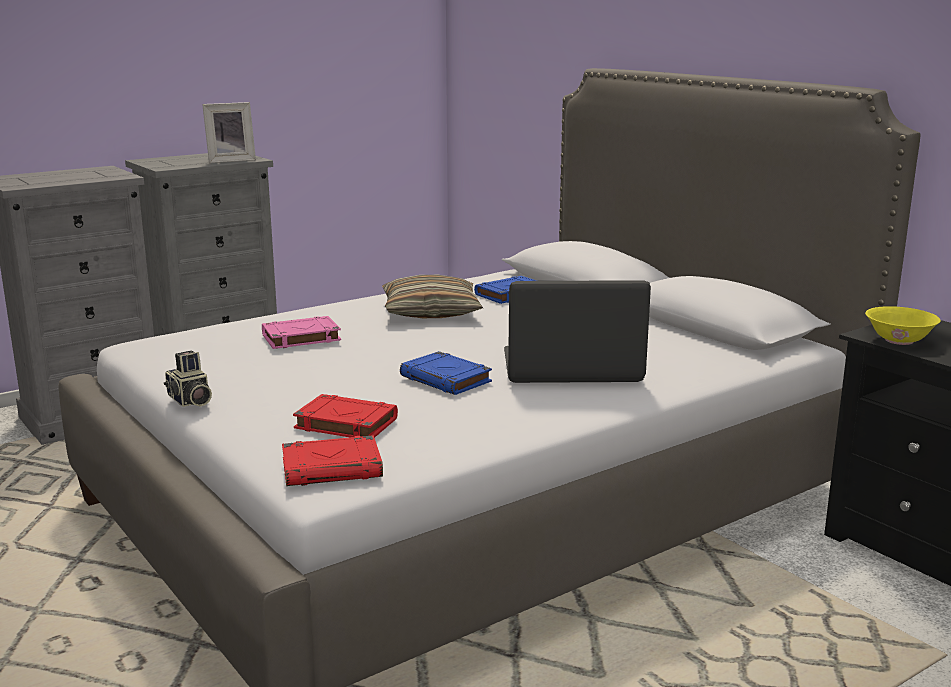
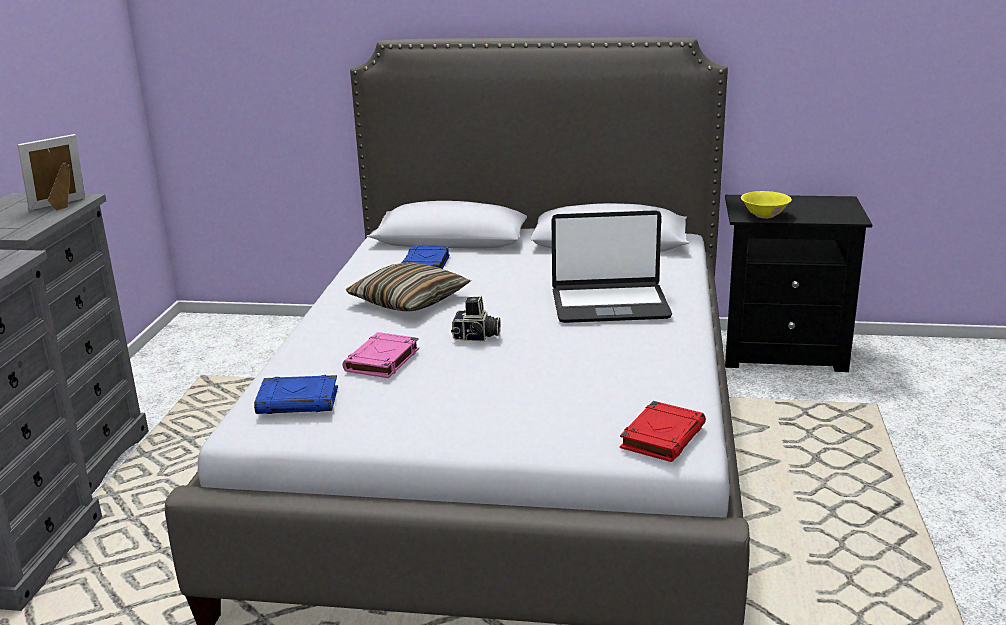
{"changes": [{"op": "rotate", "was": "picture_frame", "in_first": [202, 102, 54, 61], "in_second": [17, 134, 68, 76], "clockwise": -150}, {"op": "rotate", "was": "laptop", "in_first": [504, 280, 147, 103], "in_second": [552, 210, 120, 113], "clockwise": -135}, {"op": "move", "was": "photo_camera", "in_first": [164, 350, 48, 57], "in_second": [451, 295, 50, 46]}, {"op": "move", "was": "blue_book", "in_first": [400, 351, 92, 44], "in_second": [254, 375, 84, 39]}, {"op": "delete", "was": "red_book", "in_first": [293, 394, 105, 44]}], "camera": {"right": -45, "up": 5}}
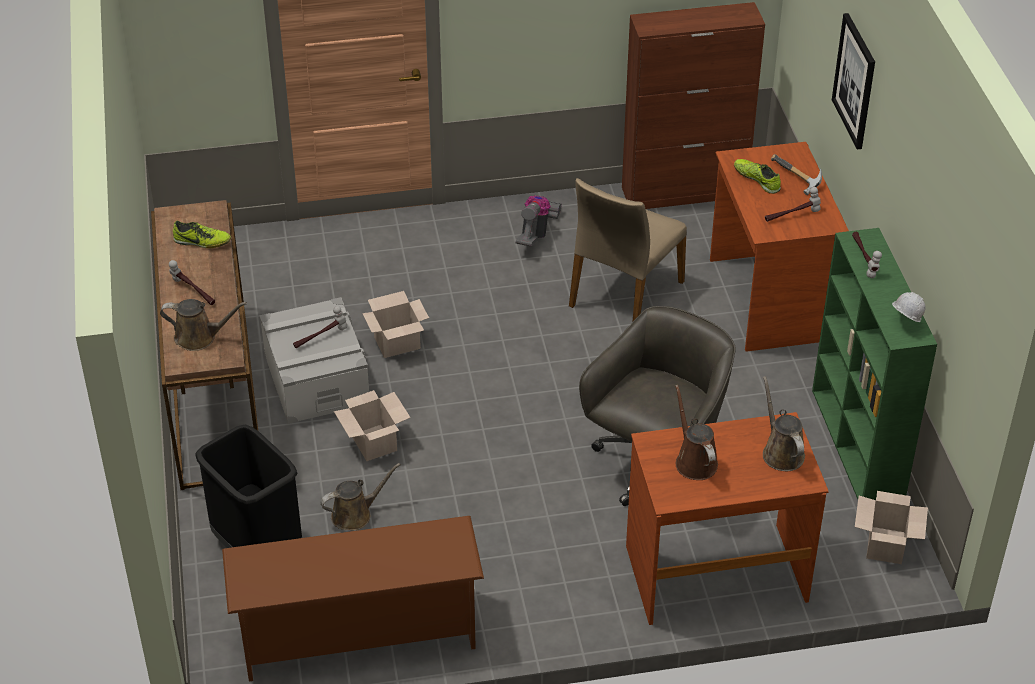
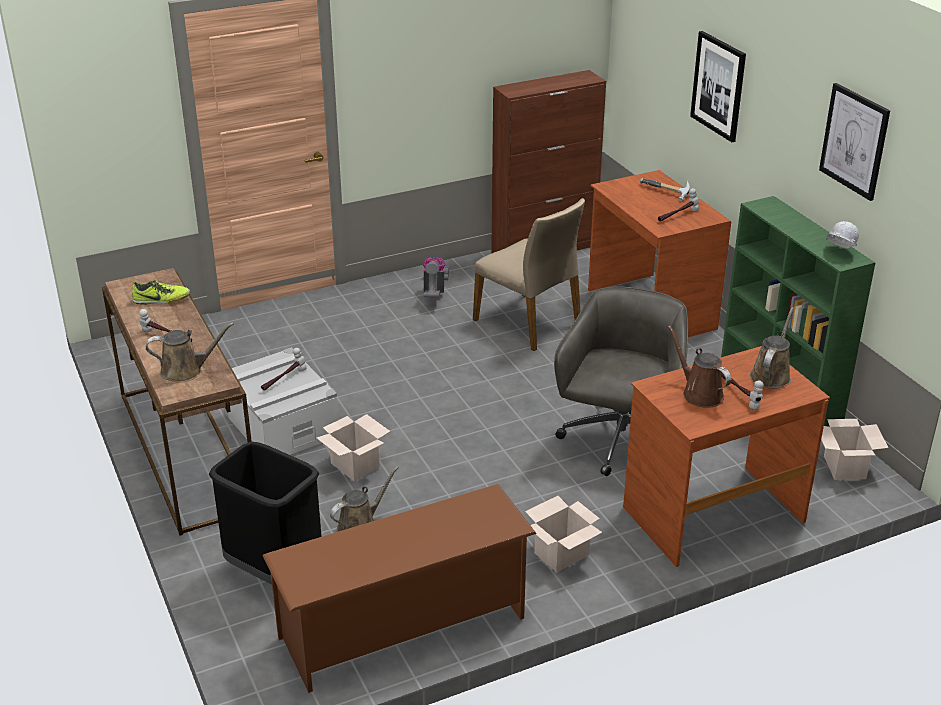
{"changes": [{"op": "delete", "was": "shoe", "in_first": [734, 159, 47, 35]}, {"op": "rotate", "was": "beige_chair", "in_first": [569, 178, 118, 143], "in_second": [473, 198, 112, 153], "clockwise": -60}, {"op": "move", "was": "hammer", "in_first": [852, 232, 30, 46], "in_second": [721, 373, 43, 37]}, {"op": "move", "was": "cardboard_box", "in_first": [362, 291, 67, 67], "in_second": [525, 496, 78, 76]}, {"op": "rotate", "was": "brown_watering_can", "in_first": [763, 376, 42, 95], "in_second": [750, 307, 44, 82], "clockwise": 60}, {"op": "insert", "now": "picture", "in_second": [819, 83, 71, 118]}], "camera": {"right": -15, "up": -10}}
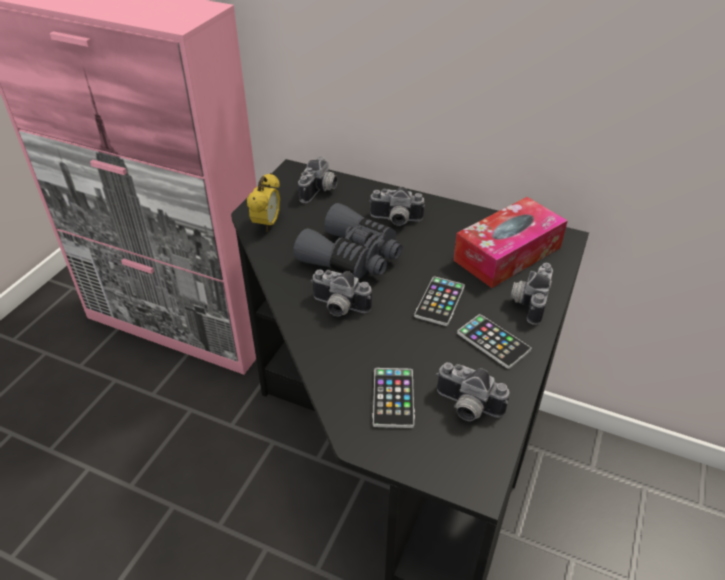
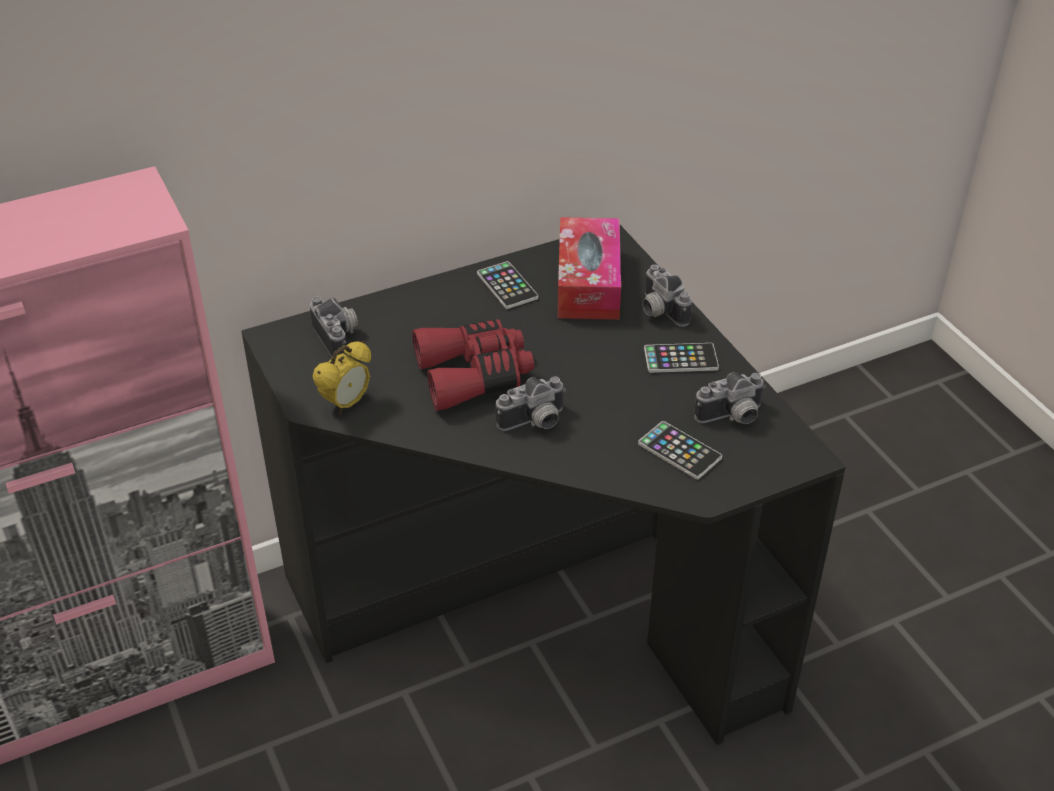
{"changes": [{"op": "rotate", "was": "alarm_clock", "in_first": [247, 173, 33, 59], "in_second": [312, 341, 59, 73], "clockwise": 75}, {"op": "delete", "was": "photo_camera", "in_first": [369, 187, 56, 39]}, {"op": "recolor", "was": "grey_binoculars", "now": "red_binoculars", "in_first": [293, 203, 109, 76], "in_second": [412, 319, 122, 92]}, {"op": "move", "was": "phone", "in_first": [414, 276, 51, 50], "in_second": [477, 261, 61, 48]}], "camera": {"right": -50, "up": 0}}
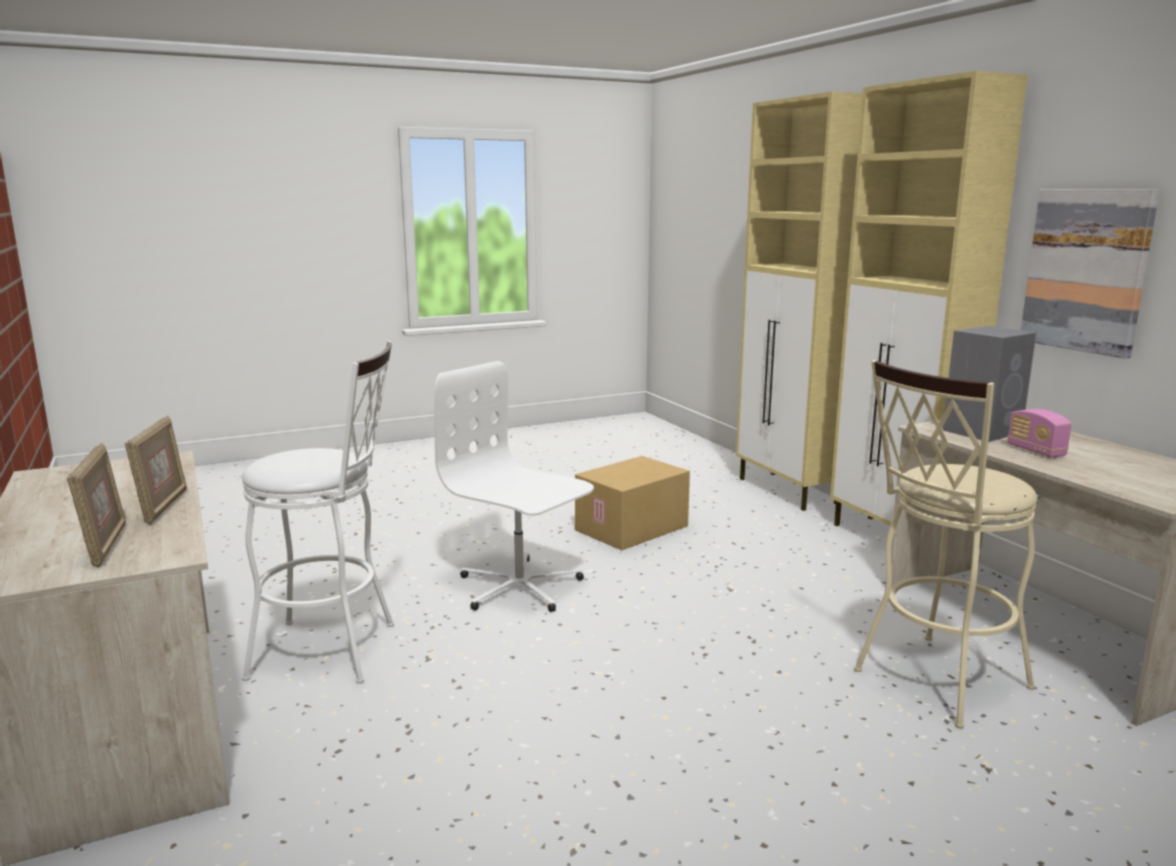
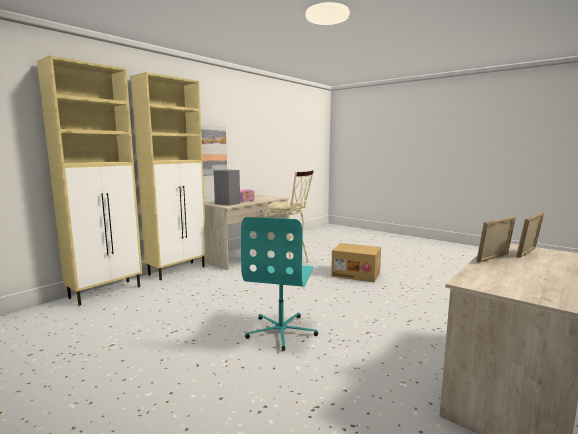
{"changes": [{"op": "delete", "was": "white_stool", "in_first": [242, 341, 152, 343]}, {"op": "recolor", "was": "white_office_chair", "now": "turquoise_office_chair", "in_first": [434, 361, 160, 251], "in_second": [241, 217, 77, 134]}, {"op": "move", "was": "cardboard_box", "in_first": [575, 456, 115, 94], "in_second": [331, 243, 50, 39]}], "camera": {"right": -115, "up": -5}}
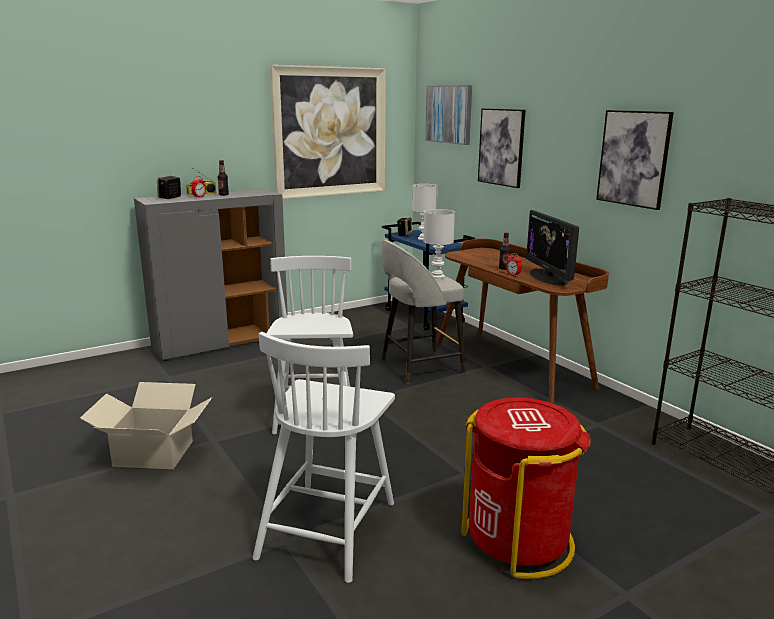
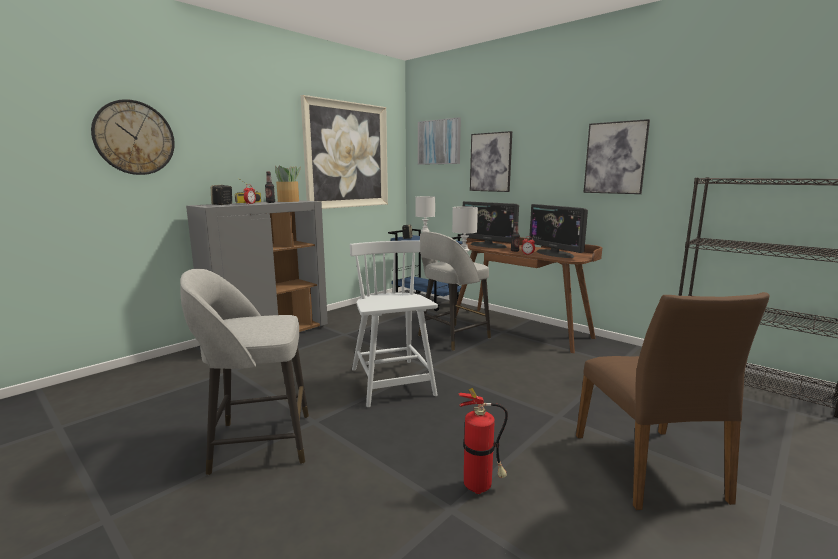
{"changes": [{"op": "replace", "was": "white_chair", "now": "fire_extinguisher", "in_first": [253, 332, 142, 251], "in_second": [458, 388, 50, 106]}, {"op": "replace", "was": "cardboard_box", "now": "grey_stool", "in_first": [80, 382, 132, 87], "in_second": [180, 269, 129, 206]}, {"op": "replace", "was": "red_trash_can", "now": "brown_chair", "in_first": [461, 397, 130, 182], "in_second": [576, 292, 194, 218]}, {"op": "insert", "now": "wall_clock", "in_second": [91, 99, 84, 76]}, {"op": "insert", "now": "potted_plant", "in_second": [275, 166, 26, 36]}, {"op": "insert", "now": "monitor", "in_second": [462, 201, 57, 47]}], "camera": {"right": -15, "up": -5}}
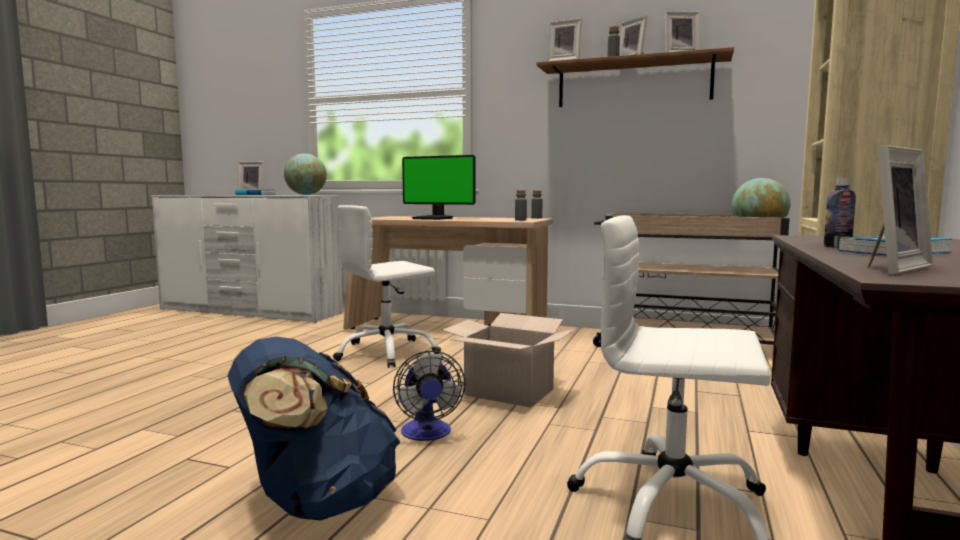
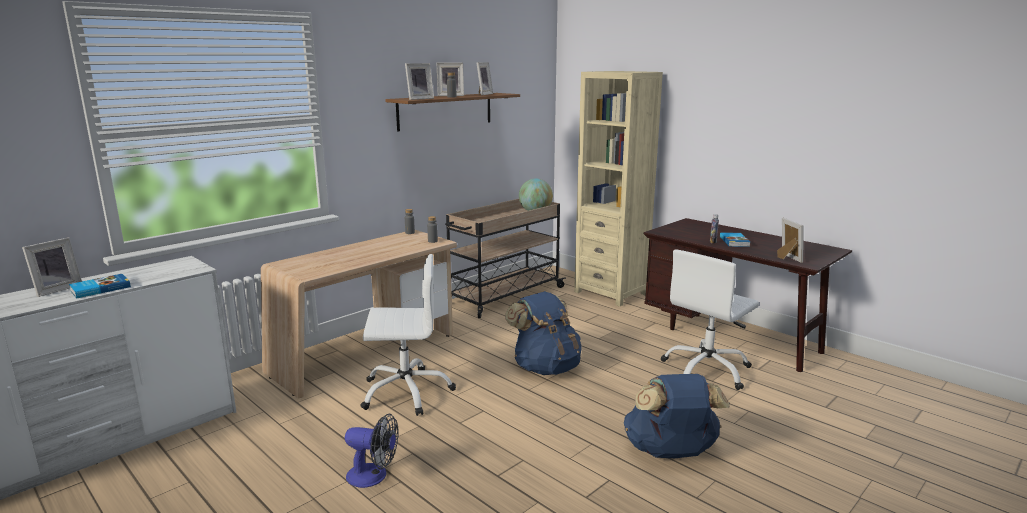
{"changes": [{"op": "delete", "was": "globe", "in_first": [284, 153, 43, 42]}, {"op": "delete", "was": "monitor", "in_first": [402, 155, 73, 65]}, {"op": "rotate", "was": "white_office_chair", "in_first": [333, 205, 108, 163], "in_second": [360, 254, 96, 162], "clockwise": -90}, {"op": "replace", "was": "cardboard_box", "now": "blue_backpack", "in_first": [443, 313, 135, 94], "in_second": [505, 291, 77, 84]}, {"op": "move", "was": "fan", "in_first": [393, 351, 72, 90], "in_second": [345, 413, 54, 75]}], "camera": {"right": -65, "up": 10}}
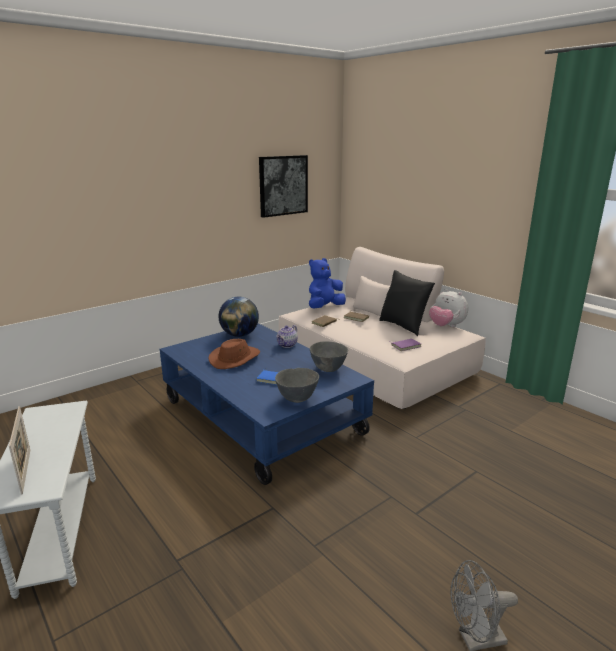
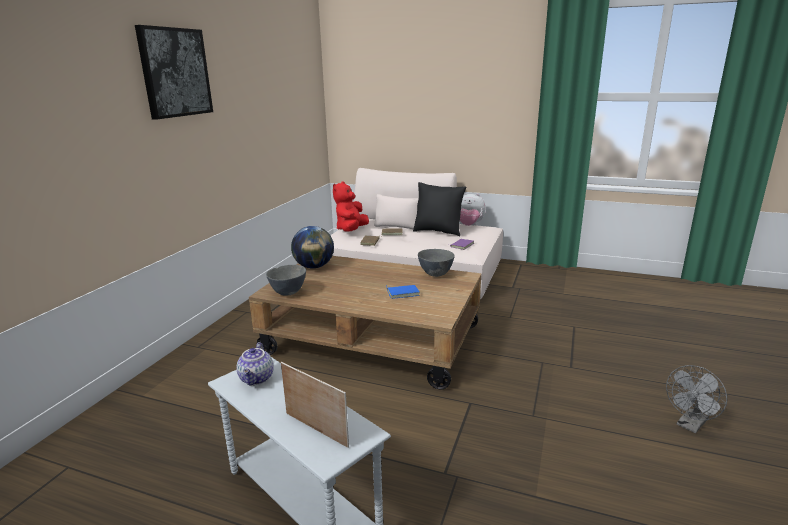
{"changes": [{"op": "move", "was": "picture", "in_first": [259, 155, 49, 63], "in_second": [135, 25, 78, 95]}, {"op": "recolor", "was": "blue_plush_toy", "now": "red_plush_toy", "in_first": [309, 258, 37, 51], "in_second": [333, 181, 36, 51]}, {"op": "recolor", "was": "blue_coffee_table", "now": "brown_coffee_table", "in_first": [159, 323, 215, 162], "in_second": [249, 256, 233, 134]}, {"op": "move", "was": "teapot", "in_first": [276, 325, 22, 23], "in_second": [236, 342, 38, 44]}, {"op": "delete", "was": "brown_hat", "in_first": [208, 339, 52, 30]}, {"op": "move", "was": "grey_bowl", "in_first": [275, 368, 44, 35], "in_second": [266, 265, 40, 31]}], "camera": {"right": -30, "up": 0}}
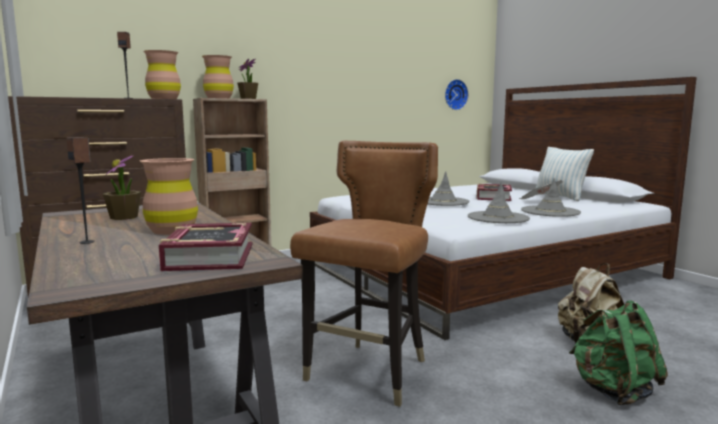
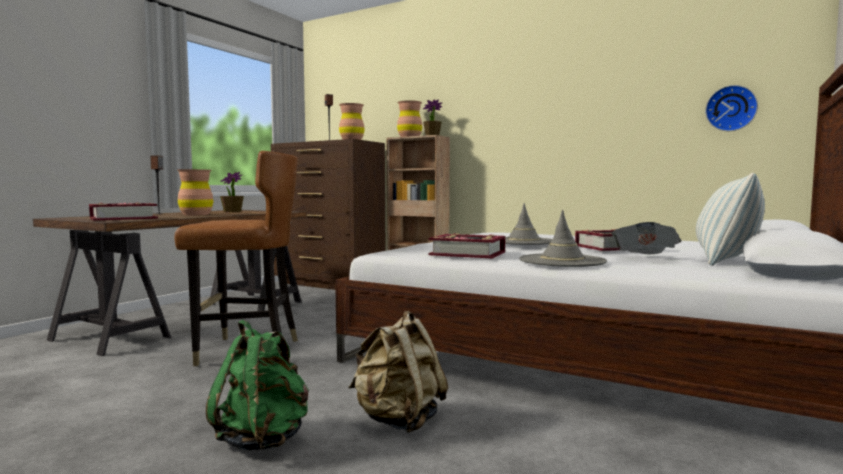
{"changes": [{"op": "replace", "was": "grey_hat", "now": "book", "in_first": [468, 181, 62, 42], "in_second": [428, 233, 77, 26]}], "camera": {"right": 60, "up": -5}}
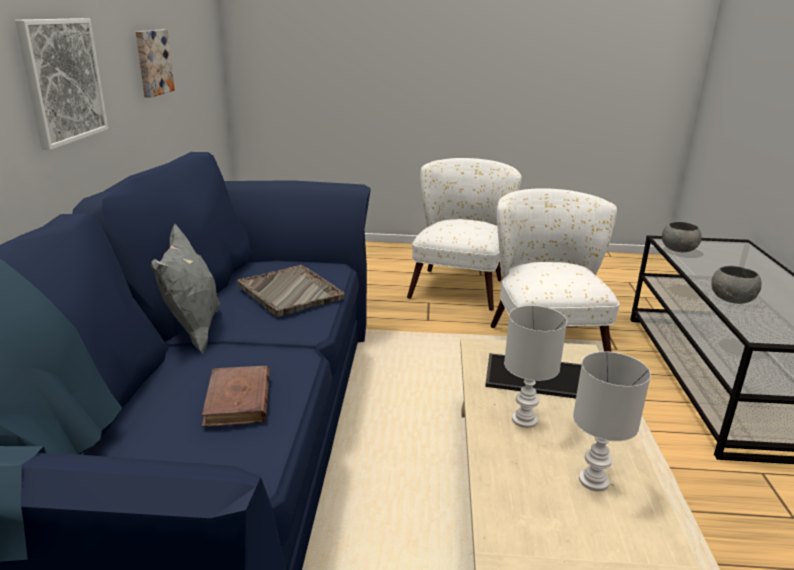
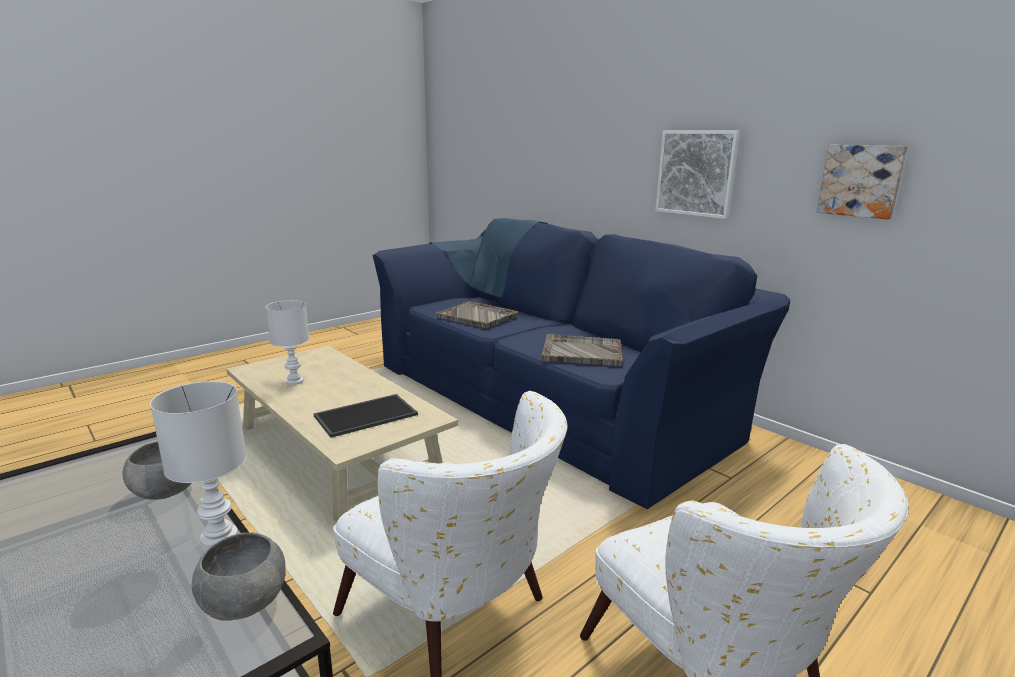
{"changes": [{"op": "delete", "was": "grey_pillow", "in_first": [151, 224, 70, 129]}, {"op": "move", "was": "white_table_lamp", "in_first": [504, 305, 63, 123], "in_second": [150, 381, 97, 167]}, {"op": "replace", "was": "brown_book", "now": "grey_tray", "in_first": [202, 366, 68, 61], "in_second": [435, 301, 83, 28]}], "camera": {"right": 135, "up": -5}}
